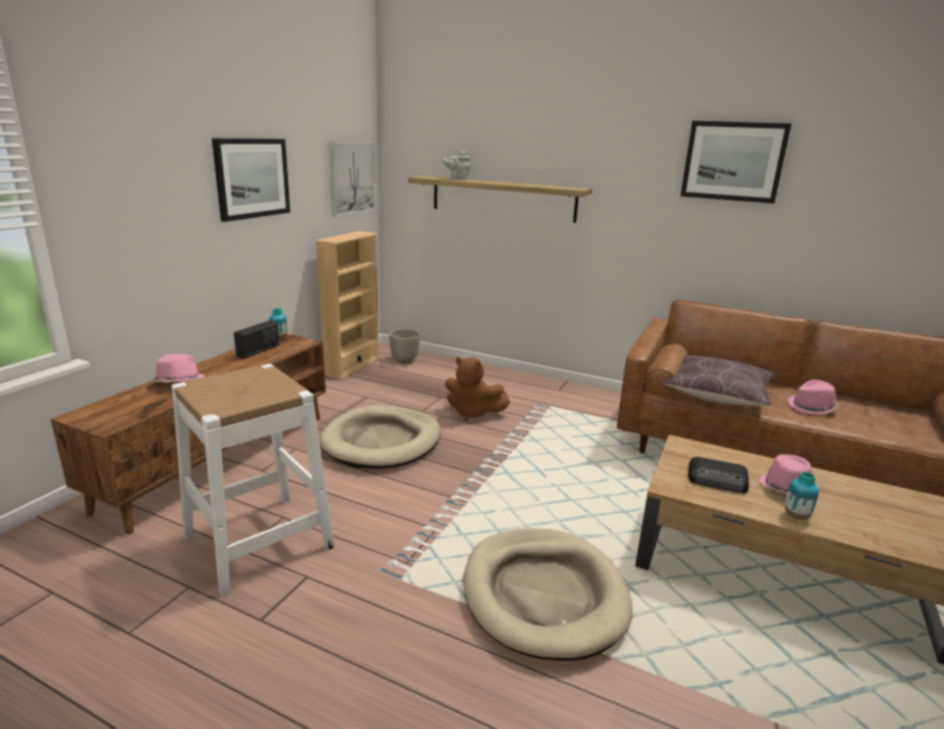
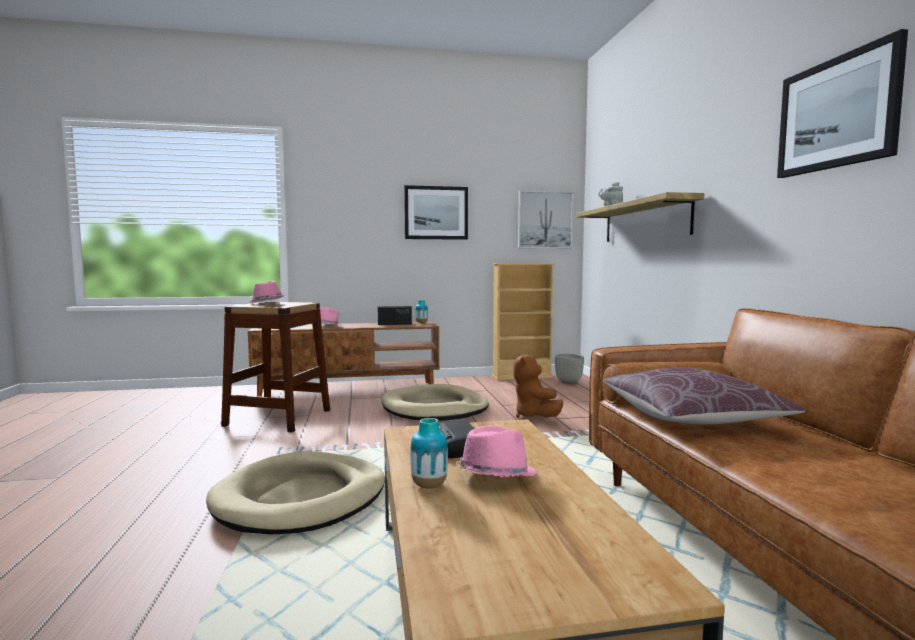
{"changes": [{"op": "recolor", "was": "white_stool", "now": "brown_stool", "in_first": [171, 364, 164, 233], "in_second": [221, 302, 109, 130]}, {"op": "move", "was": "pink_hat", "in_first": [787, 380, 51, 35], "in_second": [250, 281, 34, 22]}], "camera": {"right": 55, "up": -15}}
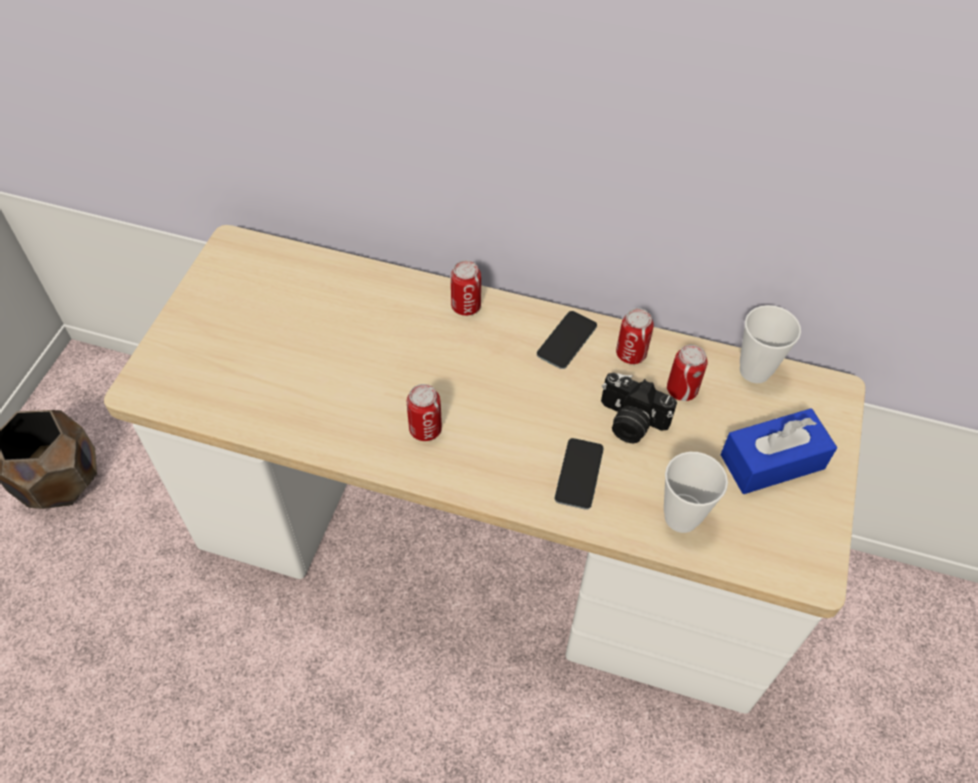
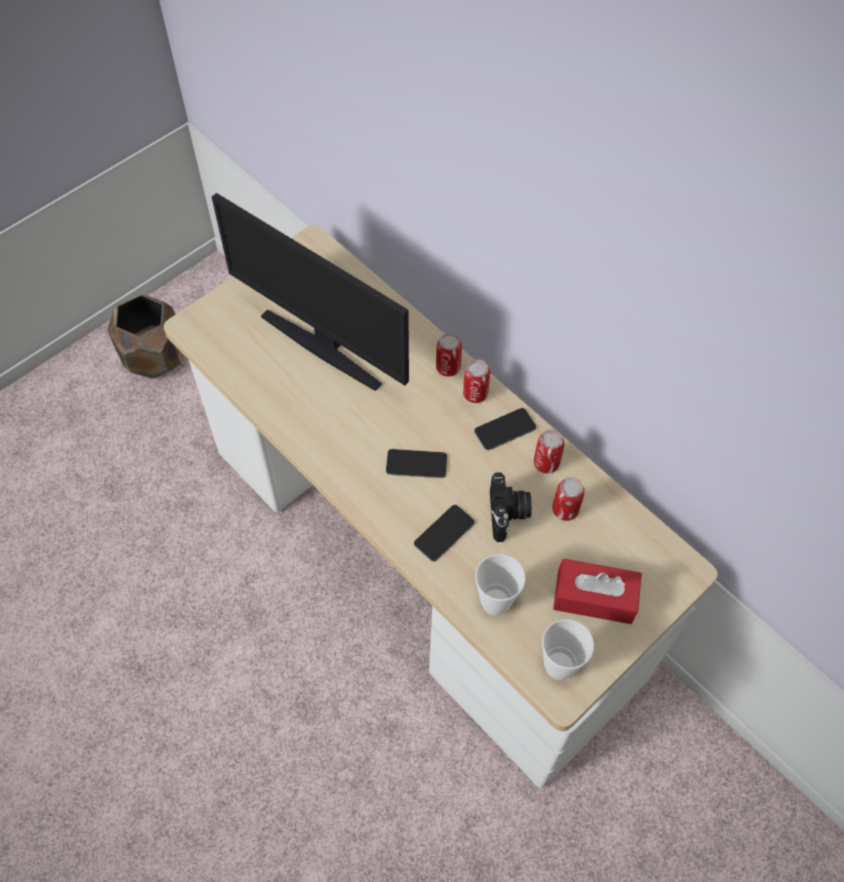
{"changes": [{"op": "move", "was": "cup", "in_first": [740, 305, 61, 78], "in_second": [542, 619, 52, 61]}, {"op": "rotate", "was": "photo_camera", "in_first": [601, 373, 76, 70], "in_second": [490, 473, 42, 69], "clockwise": -150}, {"op": "move", "was": "can", "in_first": [407, 384, 35, 57], "in_second": [463, 359, 27, 44]}, {"op": "recolor", "was": "blue_tissue_box", "now": "red_tissue_box", "in_first": [720, 409, 117, 85], "in_second": [553, 559, 89, 65]}, {"op": "insert", "now": "monitor", "in_second": [212, 193, 197, 198]}, {"op": "insert", "now": "phone", "in_second": [386, 449, 61, 29]}], "camera": {"right": 30, "up": 5}}
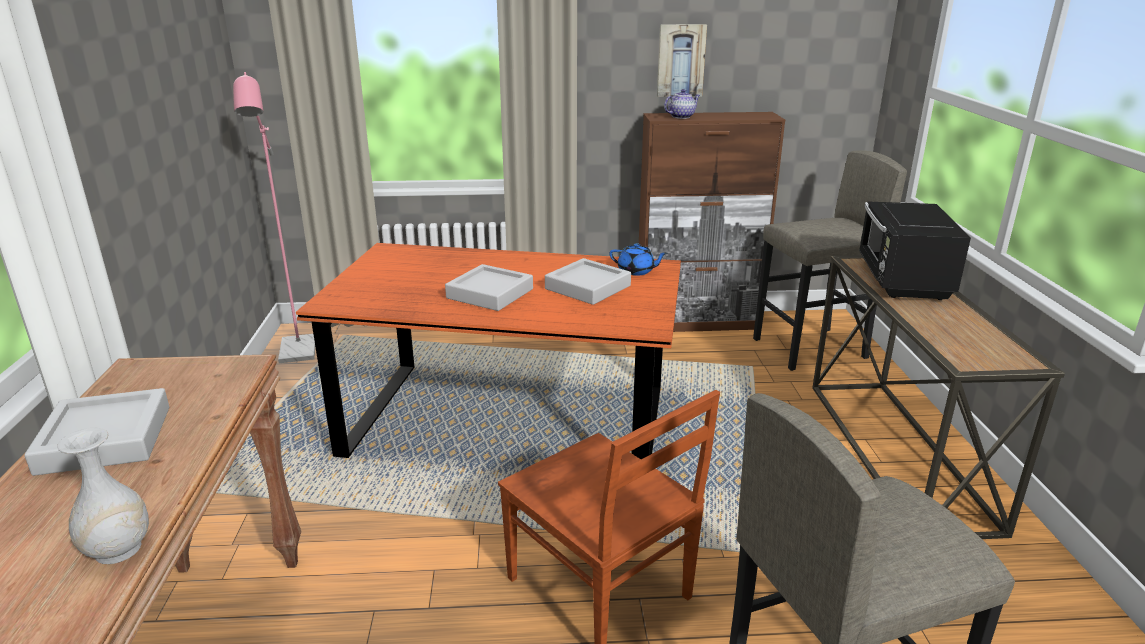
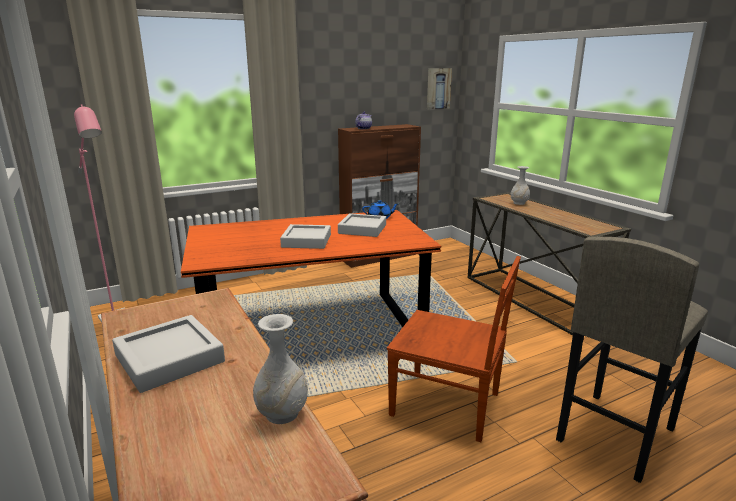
{"changes": [{"op": "move", "was": "picture", "in_first": [657, 24, 50, 73], "in_second": [427, 68, 25, 41]}, {"op": "delete", "was": "grey_stool", "in_first": [753, 150, 154, 221]}, {"op": "replace", "was": "black_microwave", "now": "white_vase", "in_first": [859, 202, 112, 98], "in_second": [511, 166, 19, 39]}], "camera": {"right": -25, "up": -5}}
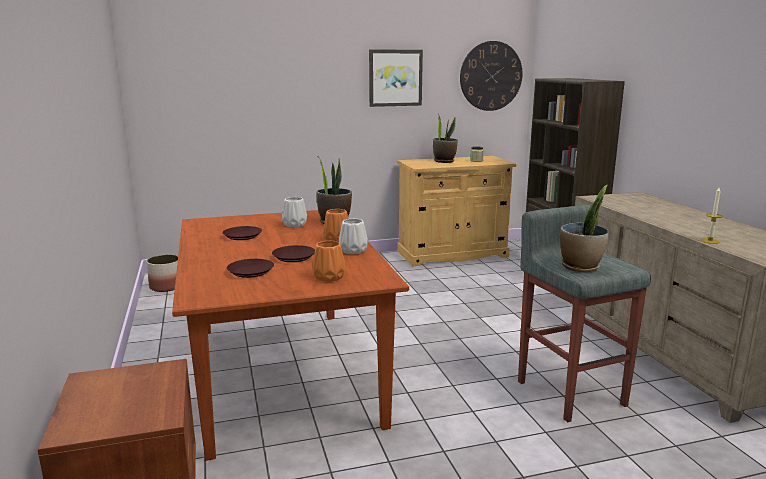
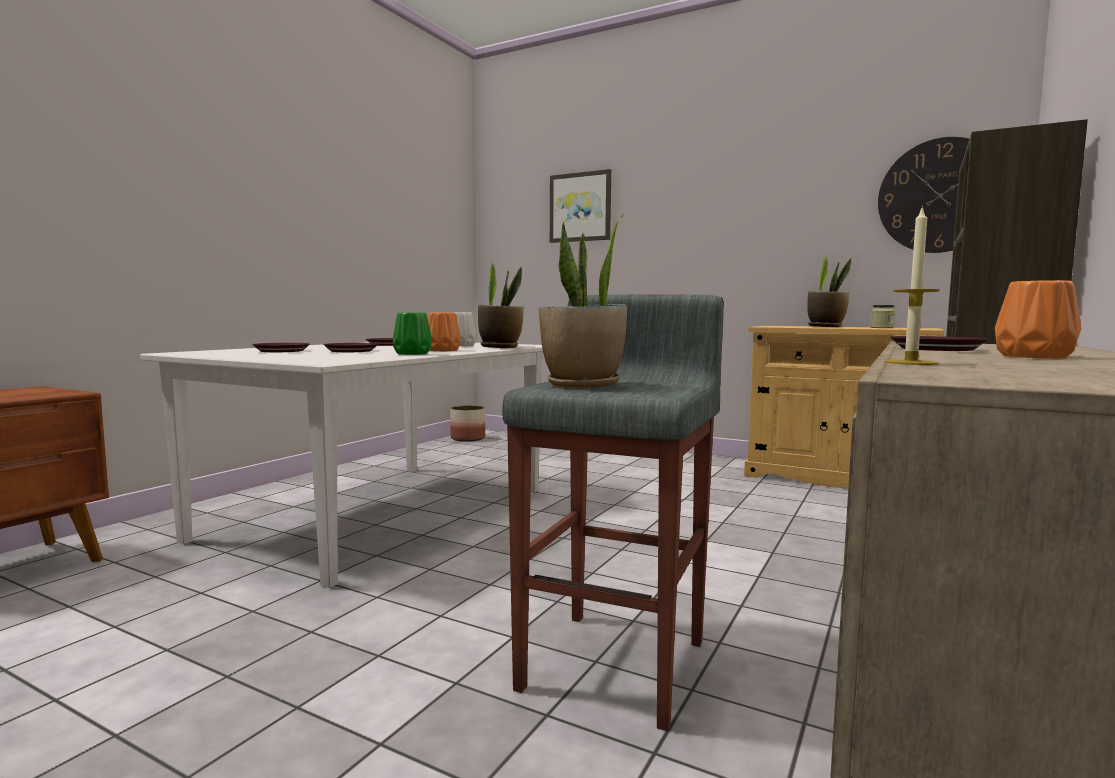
{"changes": [{"op": "move", "was": "picture", "in_first": [369, 50, 54, 57], "in_second": [550, 169, 61, 74]}, {"op": "recolor", "was": "brown_dining_table", "now": "white_dining_table", "in_first": [172, 210, 237, 251], "in_second": [140, 342, 403, 246]}, {"op": "recolor", "was": "white_vase", "now": "green_vase", "in_first": [339, 219, 29, 35], "in_second": [393, 312, 39, 43]}, {"op": "move", "was": "orange_vase", "in_first": [312, 241, 33, 41], "in_second": [995, 280, 86, 78]}, {"op": "insert", "now": "brown_plate", "in_second": [890, 336, 98, 15]}], "camera": {"right": 45, "up": -10}}
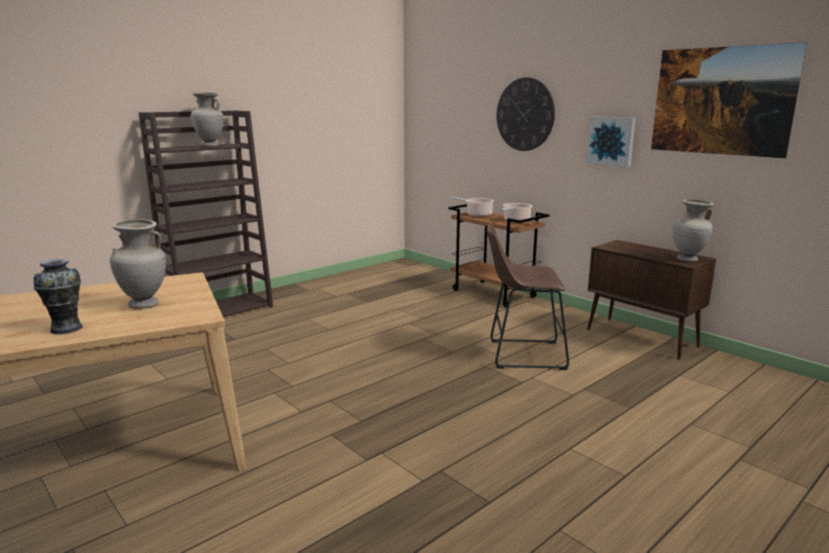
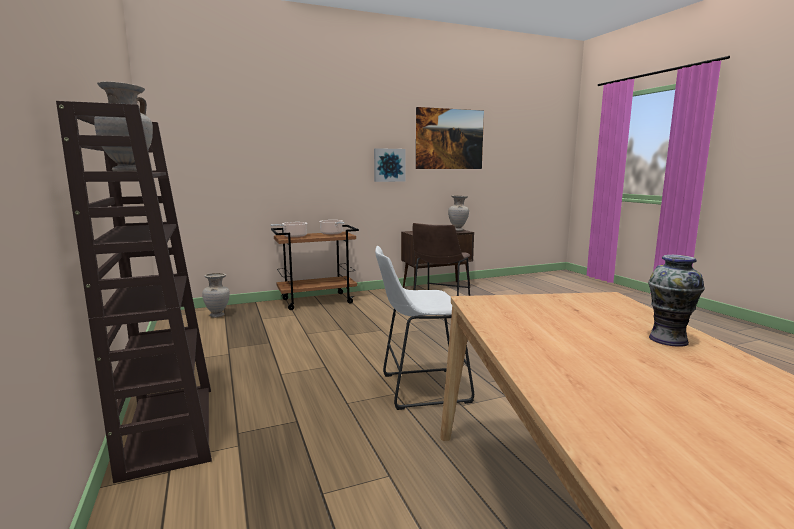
{"changes": [{"op": "delete", "was": "wall_clock", "in_first": [497, 77, 58, 74]}, {"op": "move", "was": "beige_vase", "in_first": [110, 219, 56, 90], "in_second": [202, 273, 28, 45]}, {"op": "insert", "now": "white_stool", "in_second": [375, 246, 99, 164]}], "camera": {"right": -70, "up": -5}}
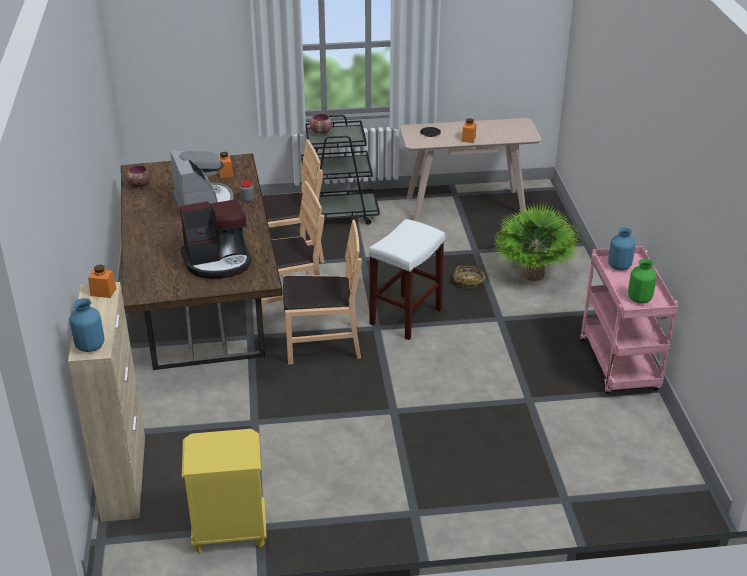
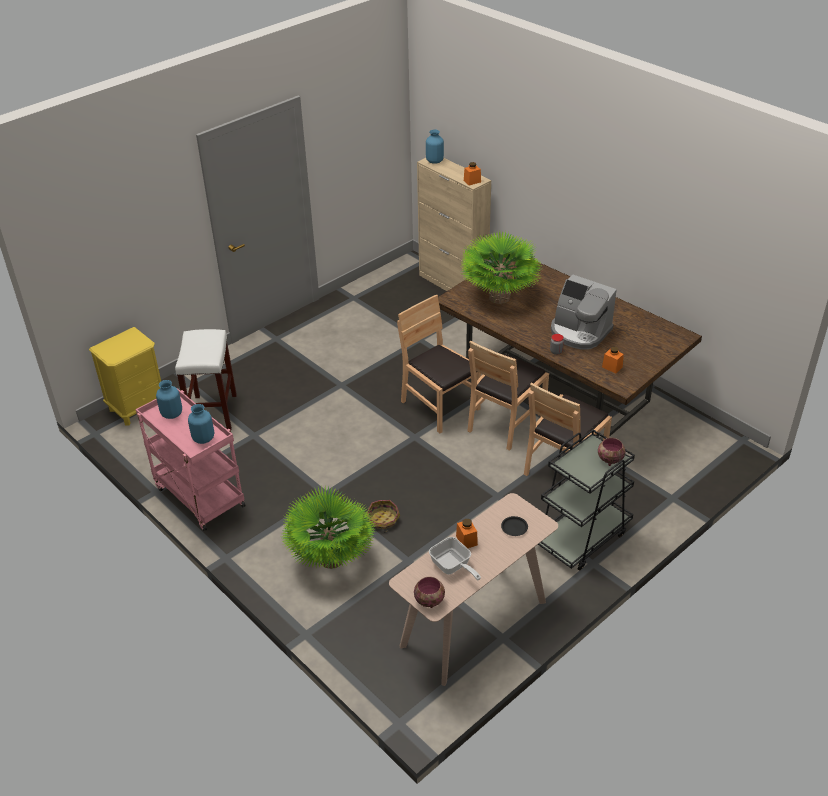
{"changes": [{"op": "move", "was": "bowl", "in_first": [126, 165, 25, 25], "in_second": [414, 577, 31, 31]}, {"op": "replace", "was": "coffee_machine", "now": "potted_plant", "in_first": [180, 199, 71, 80], "in_second": [460, 231, 82, 73]}, {"op": "move", "was": "white_stool", "in_first": [369, 219, 76, 121], "in_second": [175, 329, 62, 101]}, {"op": "rotate", "was": "brown_chair", "in_first": [283, 220, 79, 145], "in_second": [397, 295, 84, 138], "clockwise": 90}, {"op": "recolor", "was": "green_vase", "now": "blue_vase", "in_first": [628, 259, 29, 44], "in_second": [156, 380, 26, 39]}, {"op": "move", "was": "yellow_nightstand", "in_first": [182, 429, 85, 124], "in_second": [89, 327, 72, 99]}, {"op": "insert", "now": "frying_pan", "in_second": [429, 537, 52, 43]}], "camera": {"right": 145, "up": 5}}
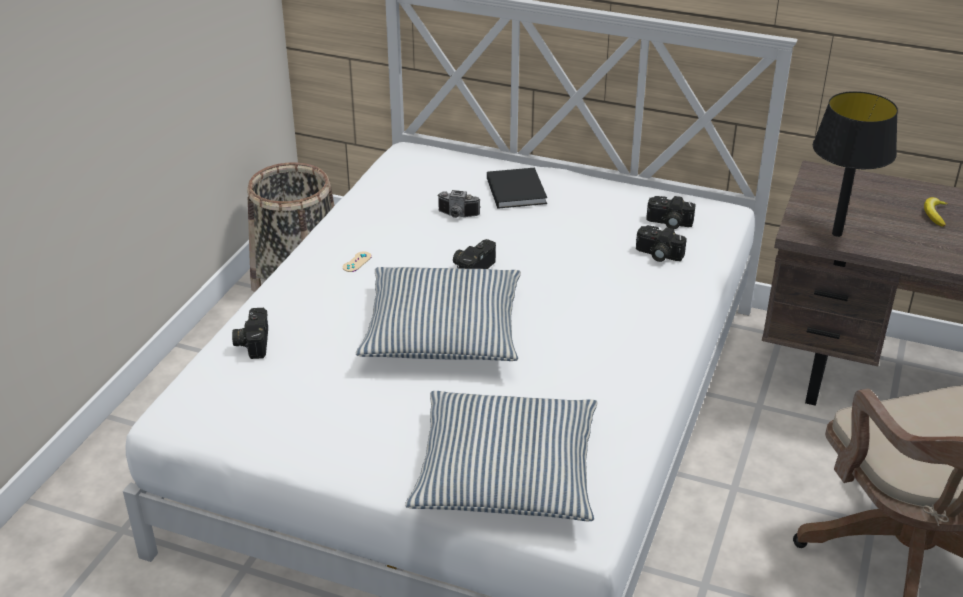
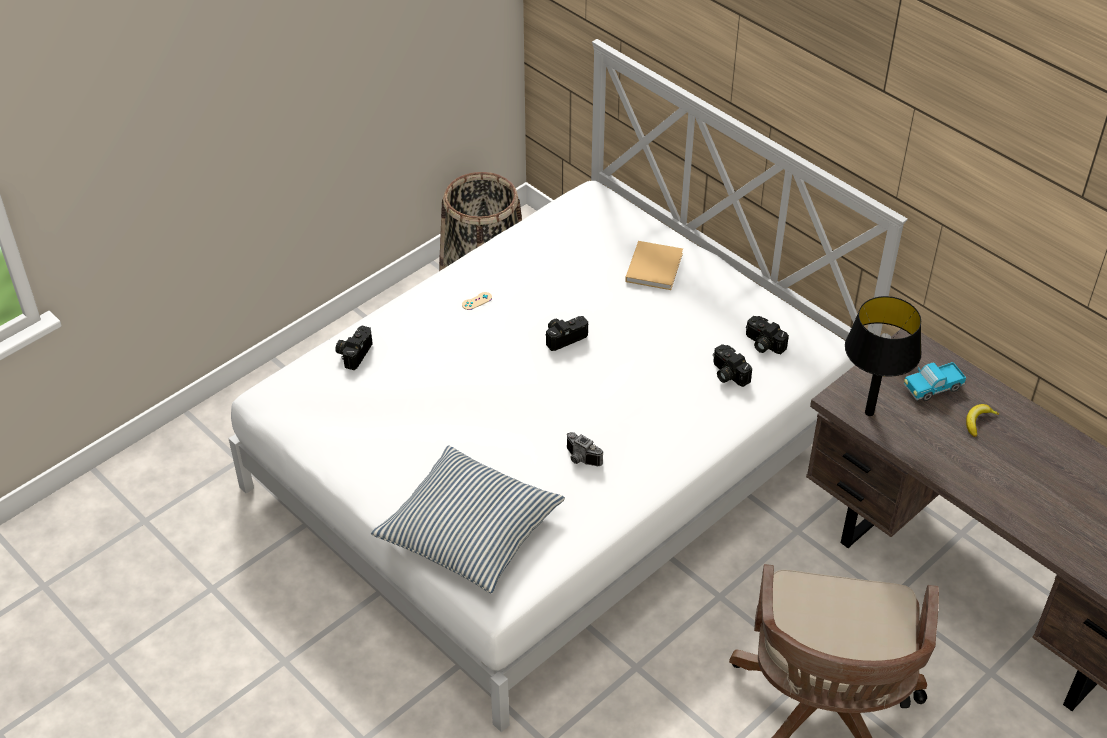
{"changes": [{"op": "recolor", "was": "black_book", "now": "beige_book", "in_first": [487, 168, 60, 41], "in_second": [625, 241, 58, 49]}, {"op": "move", "was": "photo_camera", "in_first": [437, 190, 44, 28], "in_second": [567, 432, 36, 34]}, {"op": "delete", "was": "pillow", "in_first": [356, 267, 165, 94]}, {"op": "insert", "now": "toy_truck", "in_second": [904, 362, 62, 39]}], "camera": {"right": 25, "up": 10}}
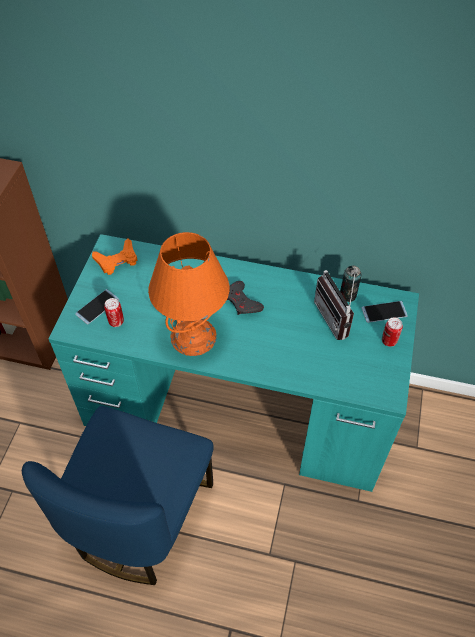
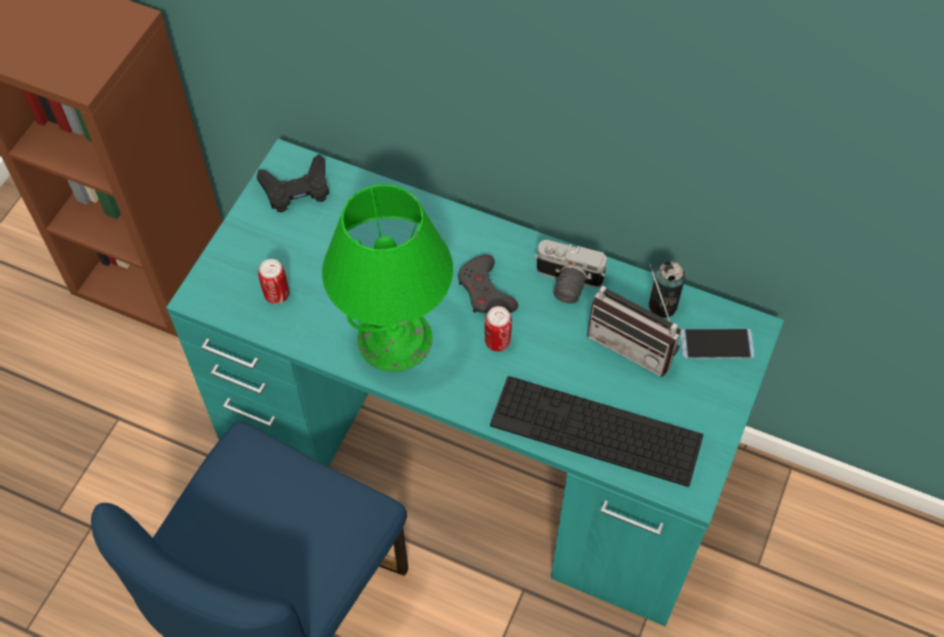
{"changes": [{"op": "recolor", "was": "orange_table_lamp", "now": "green_table_lamp", "in_first": [148, 232, 82, 124], "in_second": [322, 184, 131, 188]}, {"op": "recolor", "was": "orange_game_controller", "now": "black_game_controller", "in_first": [92, 238, 45, 37], "in_second": [257, 154, 72, 58]}, {"op": "rotate", "was": "radio", "in_first": [314, 269, 42, 71], "in_second": [587, 264, 94, 113], "clockwise": -45}, {"op": "delete", "was": "phone", "in_first": [75, 289, 44, 35]}, {"op": "move", "was": "can", "in_first": [382, 317, 21, 30], "in_second": [485, 306, 27, 46]}, {"op": "insert", "now": "photo_camera", "in_second": [534, 240, 73, 64]}, {"op": "insert", "now": "keyboard", "in_second": [490, 376, 213, 111]}], "camera": {"right": 10, "up": 5}}
